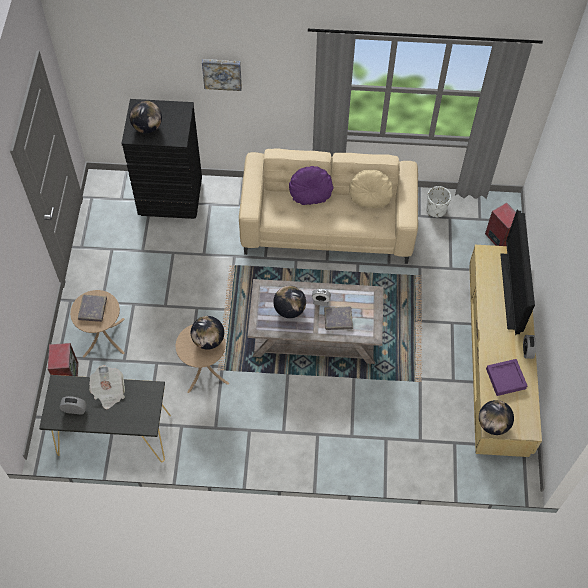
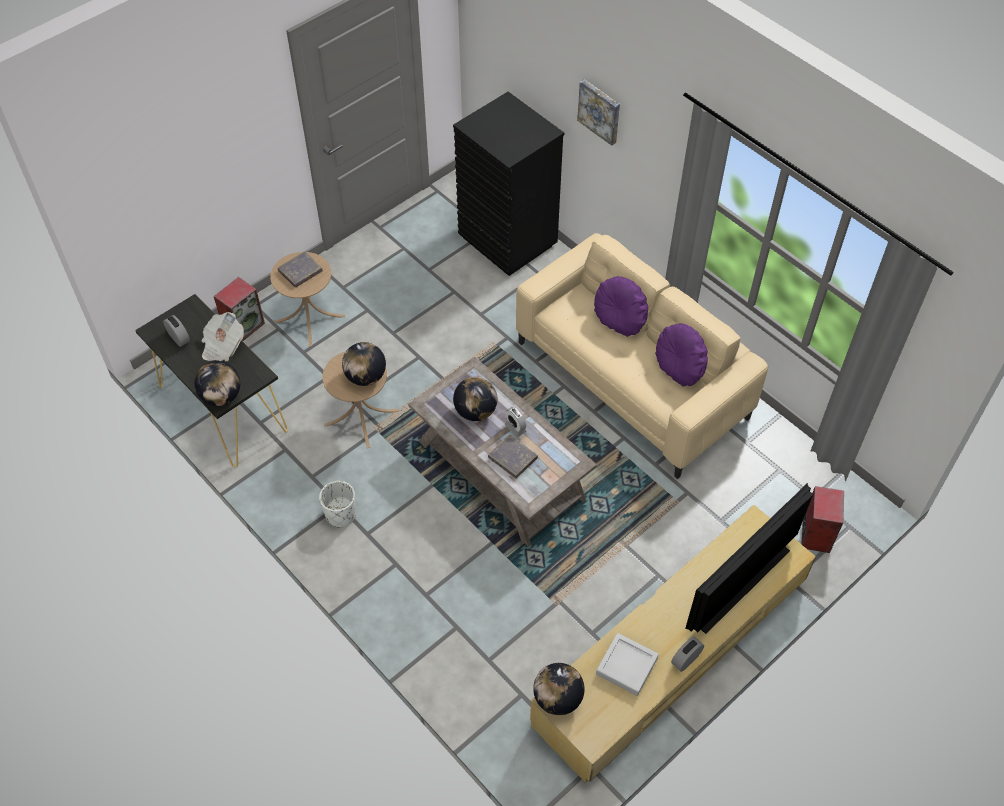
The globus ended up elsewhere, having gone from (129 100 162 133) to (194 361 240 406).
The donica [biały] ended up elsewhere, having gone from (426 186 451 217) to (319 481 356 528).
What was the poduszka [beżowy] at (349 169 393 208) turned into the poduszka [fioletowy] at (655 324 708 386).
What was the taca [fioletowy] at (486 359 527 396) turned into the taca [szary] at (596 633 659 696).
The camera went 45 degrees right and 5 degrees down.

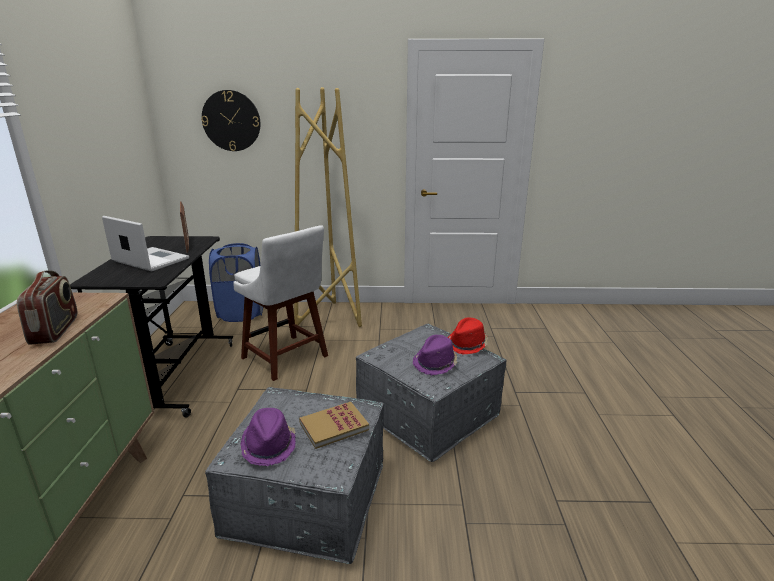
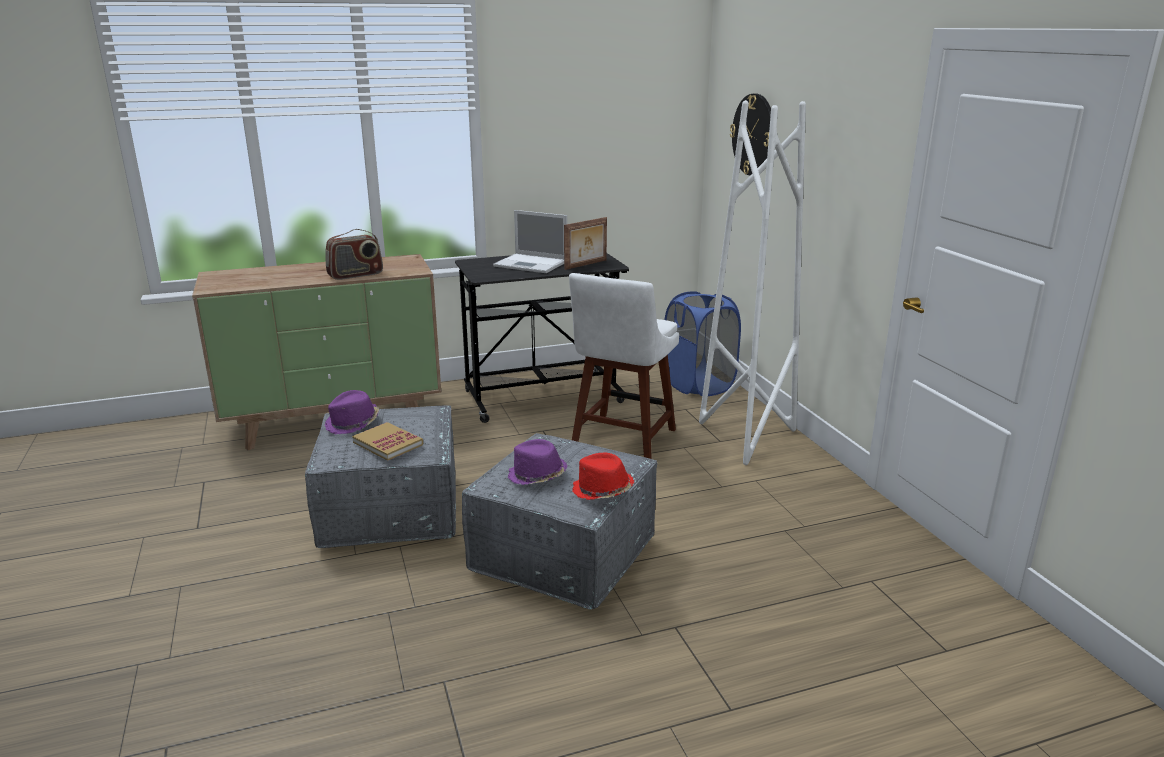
What was the wieszak [żółty] at (294 87 362 327) turned into the wieszak [biały] at (699 100 806 465).
The laptop at (102 216 189 272) ended up facing another way, 105 degrees clockwise from before.
The camera went 70 degrees right and 0 degrees up.

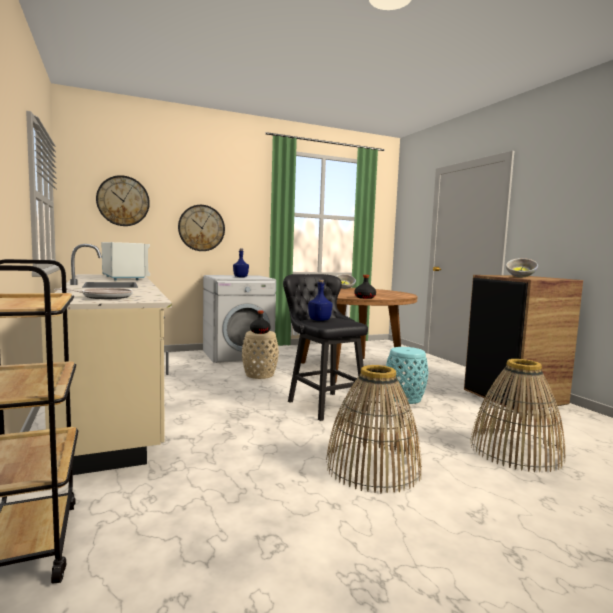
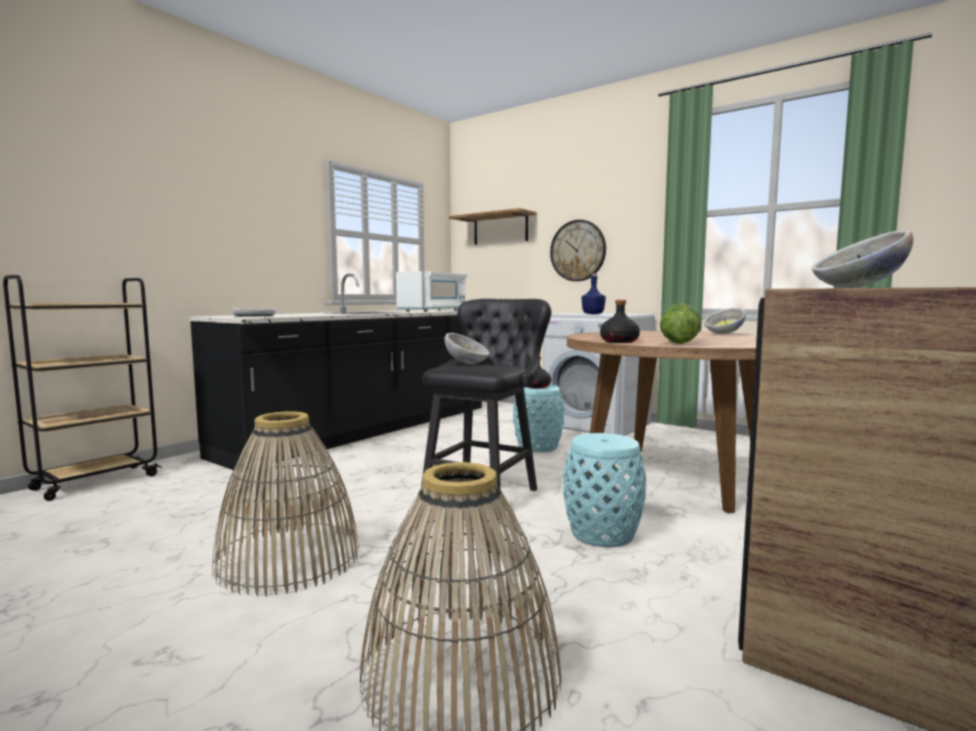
The second view gained the sałata at (660 303 702 344).
Where the zegar ścienny hung at (96 175 150 226), the półka came to hang at (449 208 537 245).
Where the butelka [niebieski] stood at (308 279 333 321), the miska came to stand at (445 333 490 364).
What was the zabudowa kuchenna [beżowy] at (41 244 172 475) turned into the zabudowa kuchenna [czarny] at (188 273 482 471).
What was the stołek [beżowy] at (242 331 279 379) turned into the stołek [turkusowy] at (513 385 564 452).
The camera went 60 degrees right and 0 degrees up.

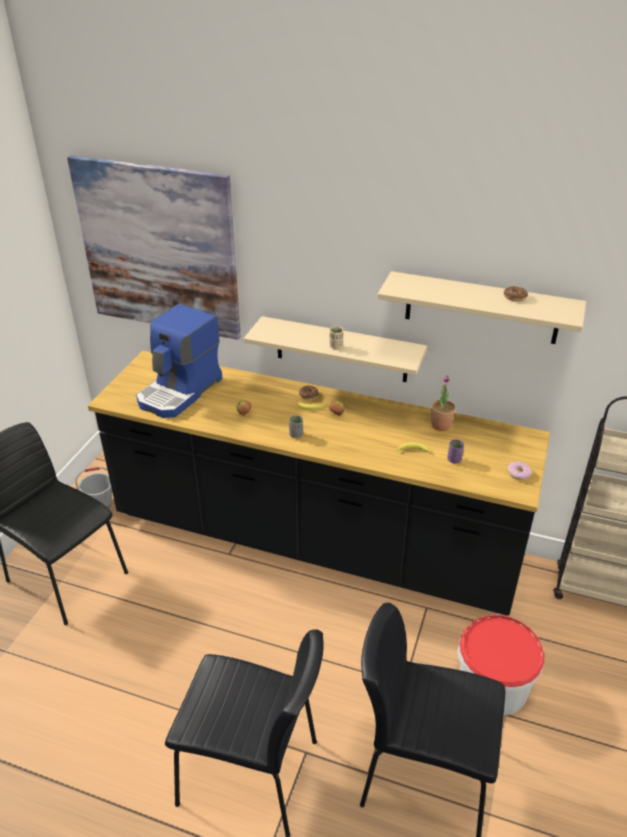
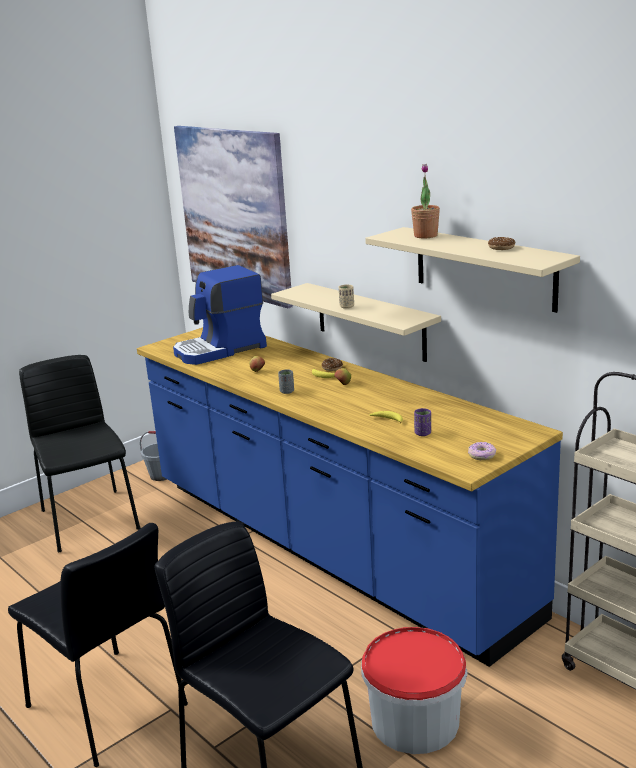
The roślina doniczkowa ended up elsewhere, having gone from (431 375 455 431) to (411 164 440 238).
What was the zabudowa kuchenna [czarny] at (88 351 550 616) turned into the zabudowa kuchenna [niebieski] at (137 327 563 667).
The camera went 30 degrees right and 15 degrees down.

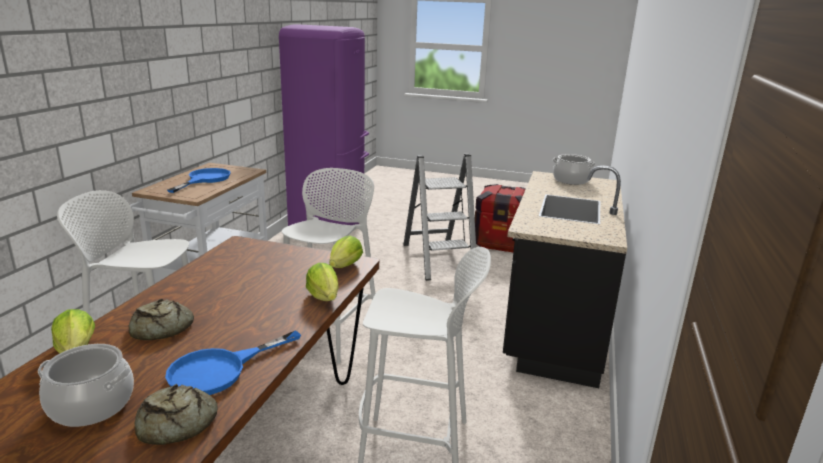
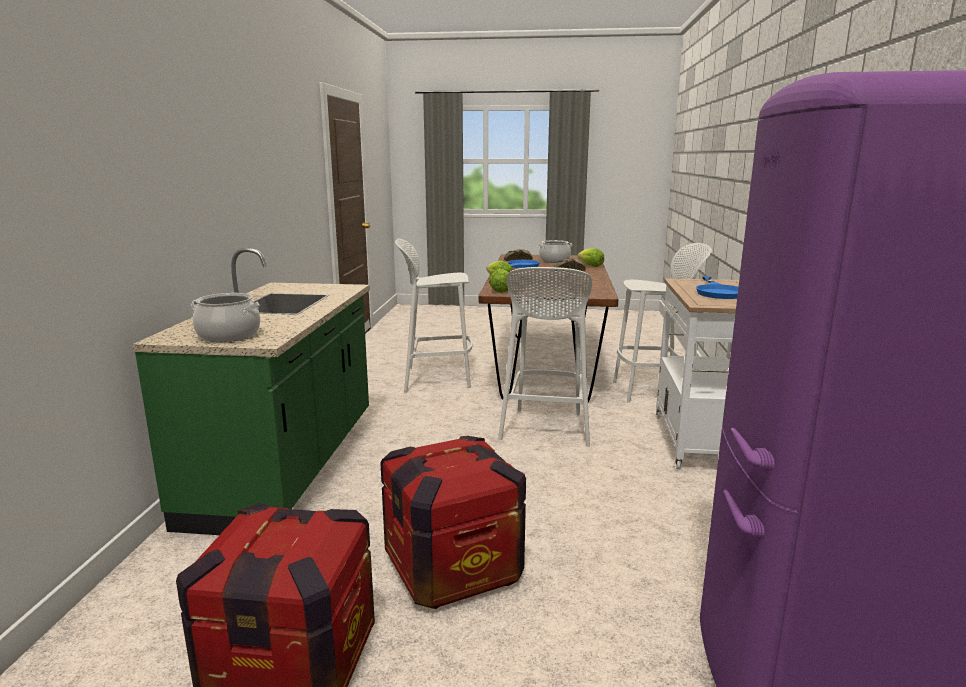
Where the drabinka [szary] stood at (403 154 476 281), the skrzynka came to stand at (381 436 526 609).
What was the zabudowa kuchenna [czarny] at (503 166 627 388) turned into the zabudowa kuchenna [zielony] at (132 248 370 535).
The camera went 170 degrees right and 5 degrees down.

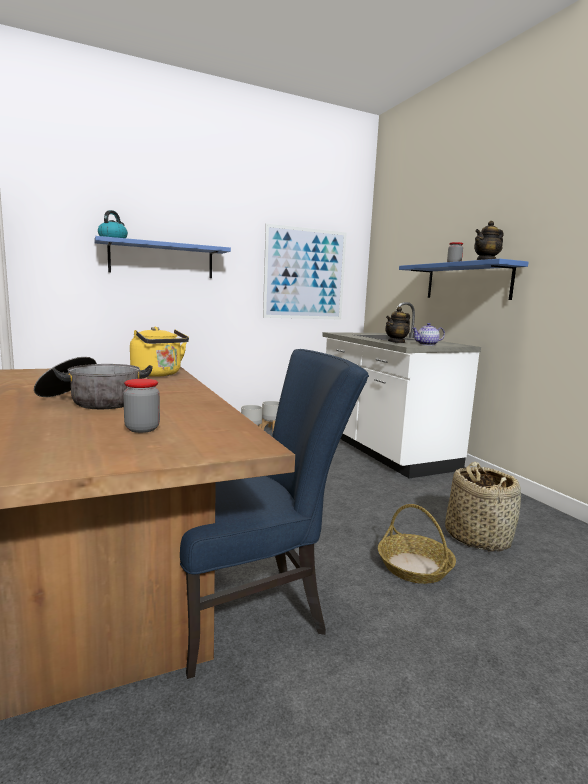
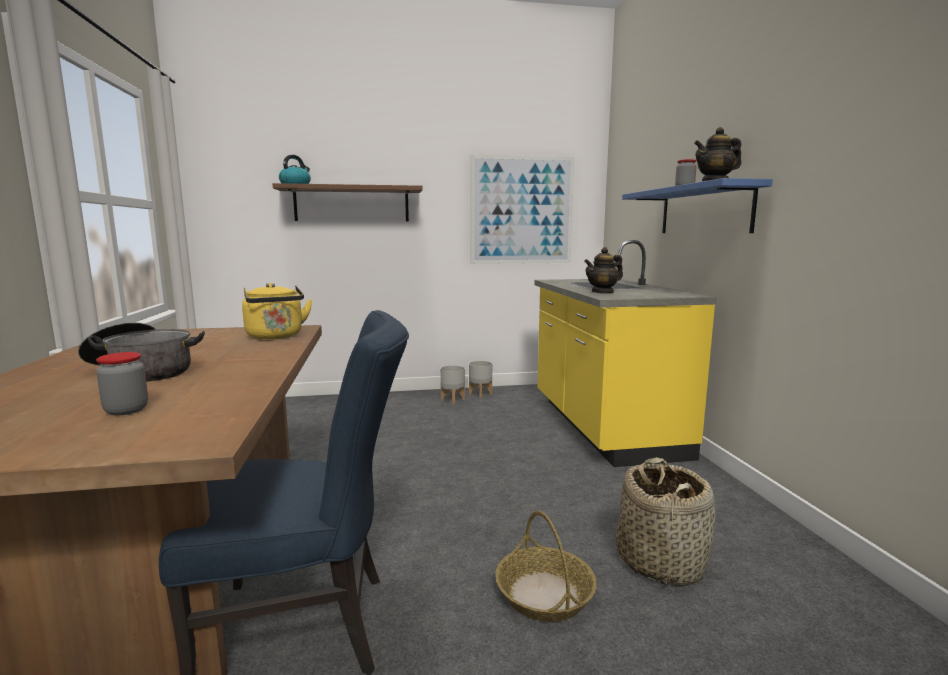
The second view lost the imbryk at (412 323 445 346).
What was the półka [niebieski] at (94 236 231 278) turned into the półka [brązowy] at (272 183 422 221).
What was the zabudowa kuchenna [biały] at (322 302 481 478) turned into the zabudowa kuchenna [żółty] at (534 240 717 467).
The camera went 15 degrees right and 0 degrees up.

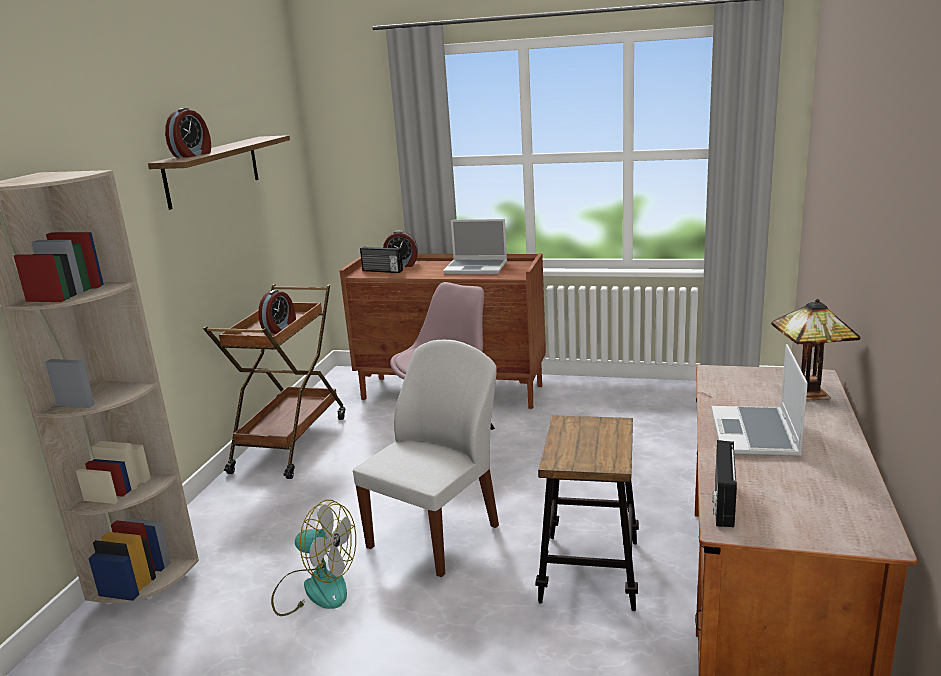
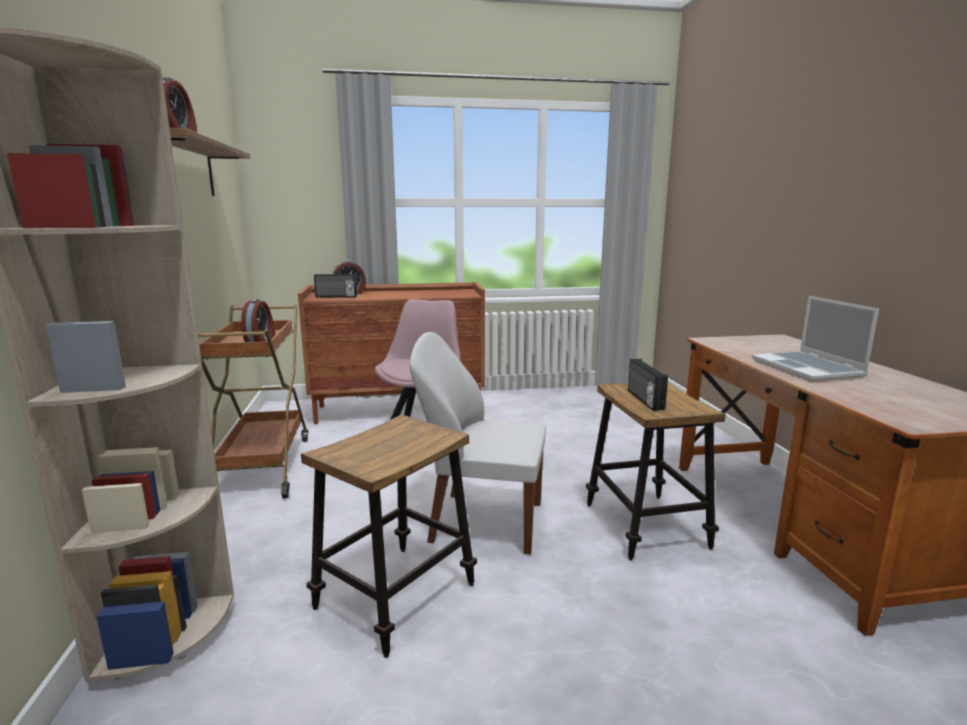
The second view lost the laptop at (443 219 507 274).
The second view lost the lampa stołowa at (771 299 861 400).
The radio ended up elsewhere, having gone from (712 440 737 528) to (628 359 668 411).
Where the wentylator stood at (271 500 356 616), the stołek came to stand at (301 414 477 658).
The krzesło [biały] at (353 340 499 577) ended up facing another way, 90 degrees counterclockwise from before.
The camera went 25 degrees left and 5 degrees down.

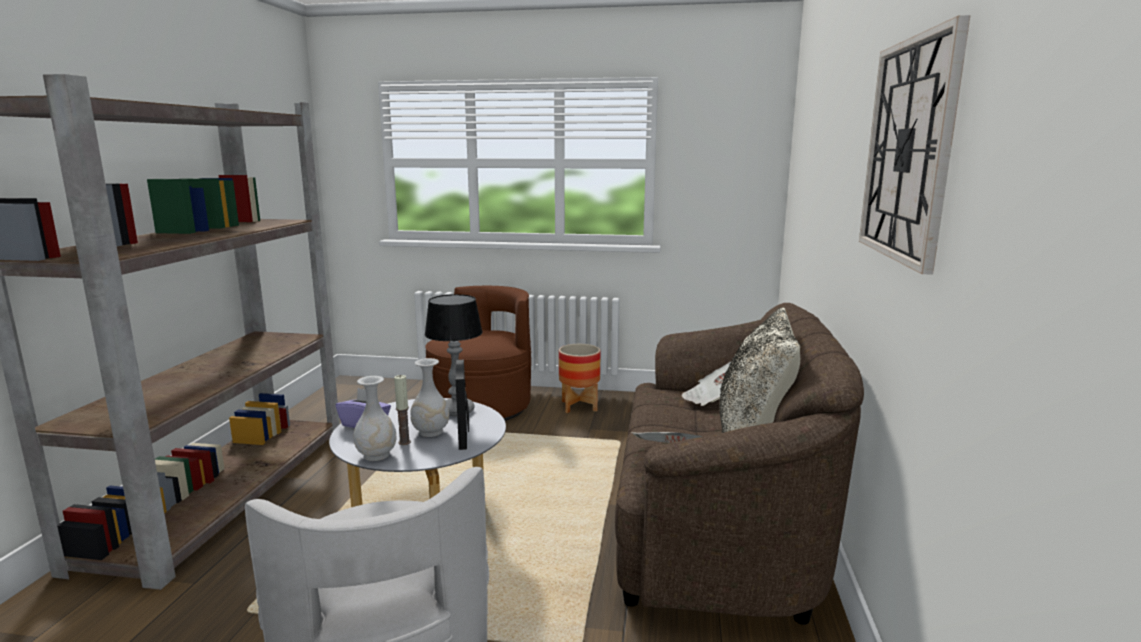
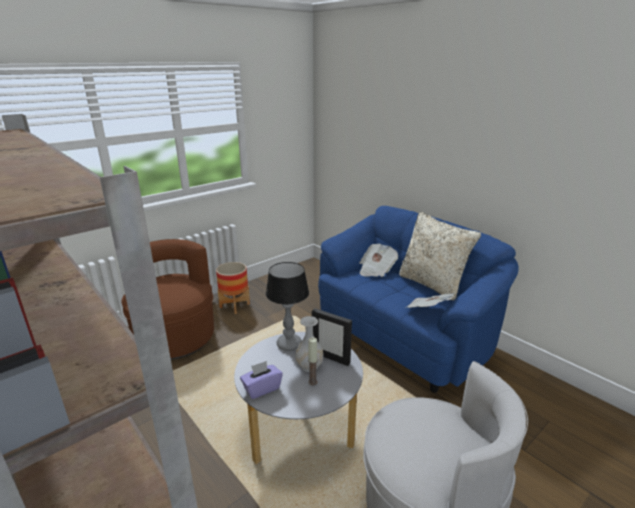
The second view lost the wazon [biały] at (354 376 397 461).
The second view lost the zegar ścienny at (859 15 971 275).
What was the kanapa [brązowy] at (615 303 864 625) turned into the kanapa [niebieski] at (318 206 519 393).
The camera went 50 degrees left and 10 degrees up.

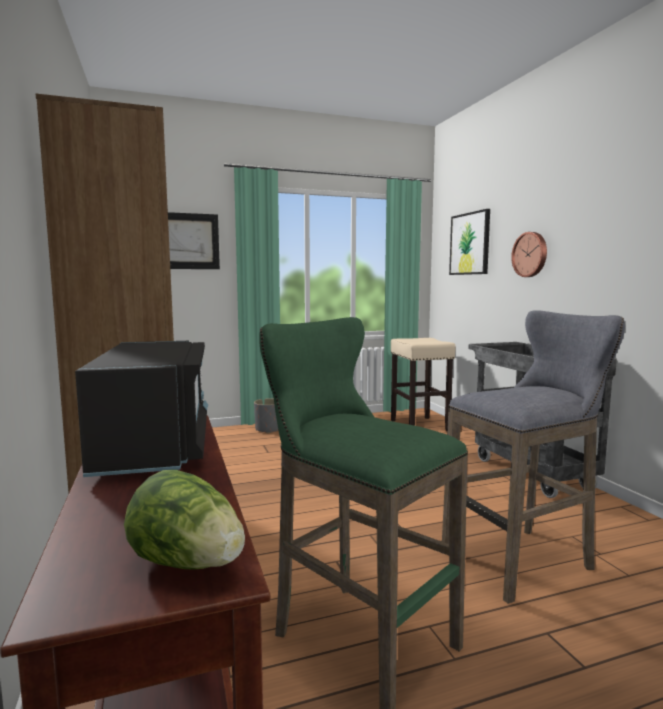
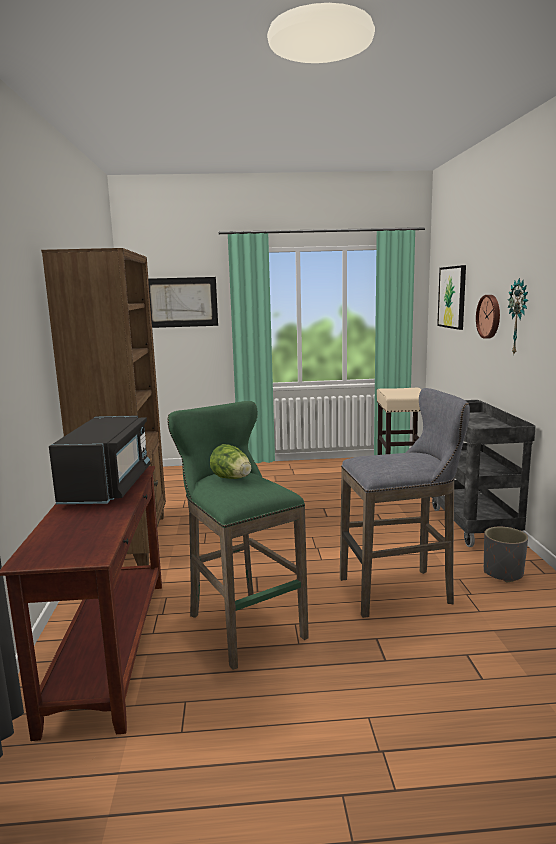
The second view gained the zegar ścienny at (508 278 529 354).
The sałata ended up elsewhere, having gone from (124 470 245 569) to (210 444 251 479).
The donica [szary] ended up elsewhere, having gone from (254 398 279 434) to (484 527 528 583).
The camera went 15 degrees right and 5 degrees up.

